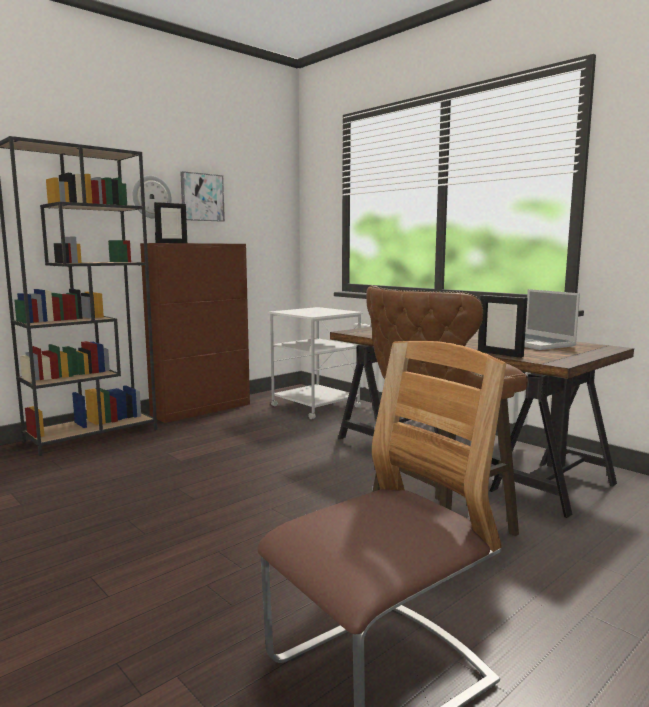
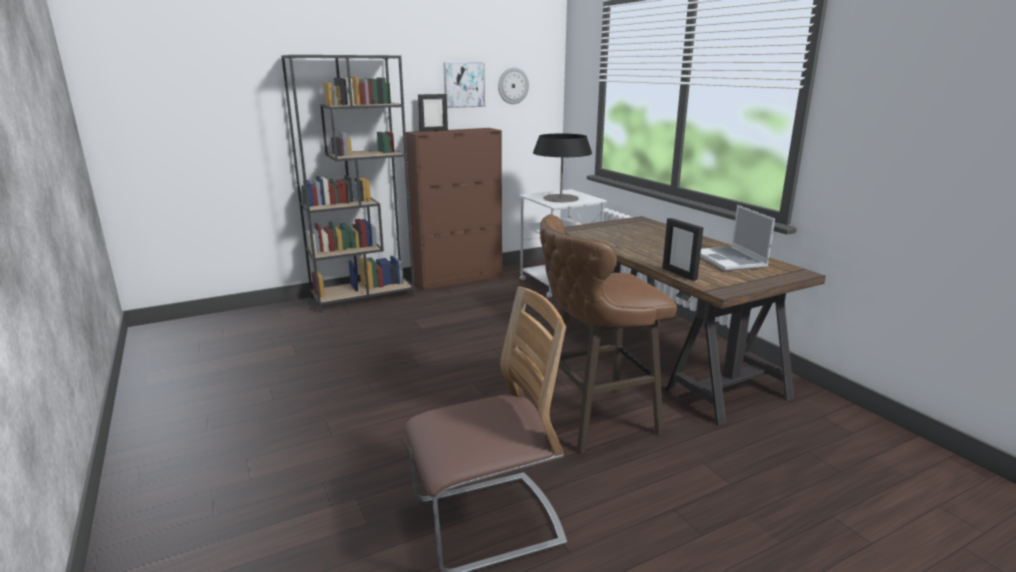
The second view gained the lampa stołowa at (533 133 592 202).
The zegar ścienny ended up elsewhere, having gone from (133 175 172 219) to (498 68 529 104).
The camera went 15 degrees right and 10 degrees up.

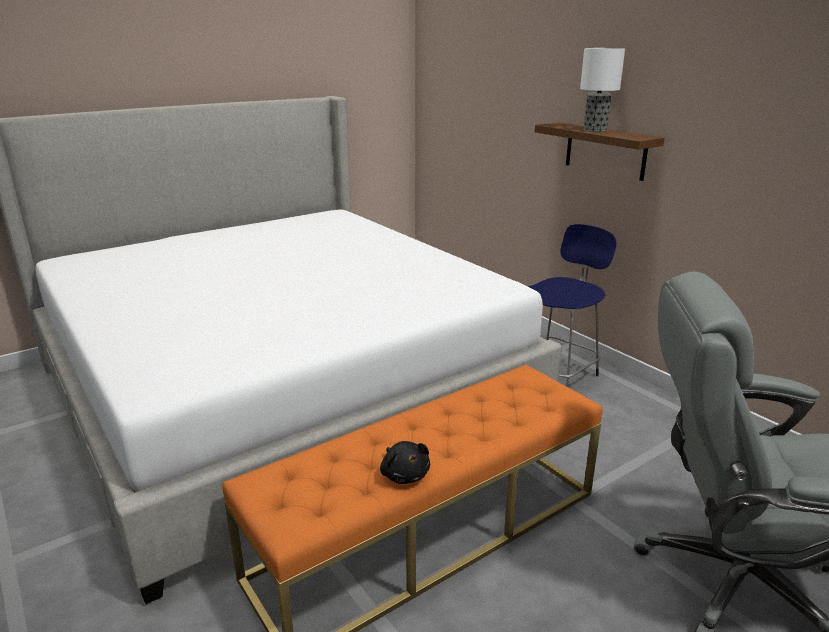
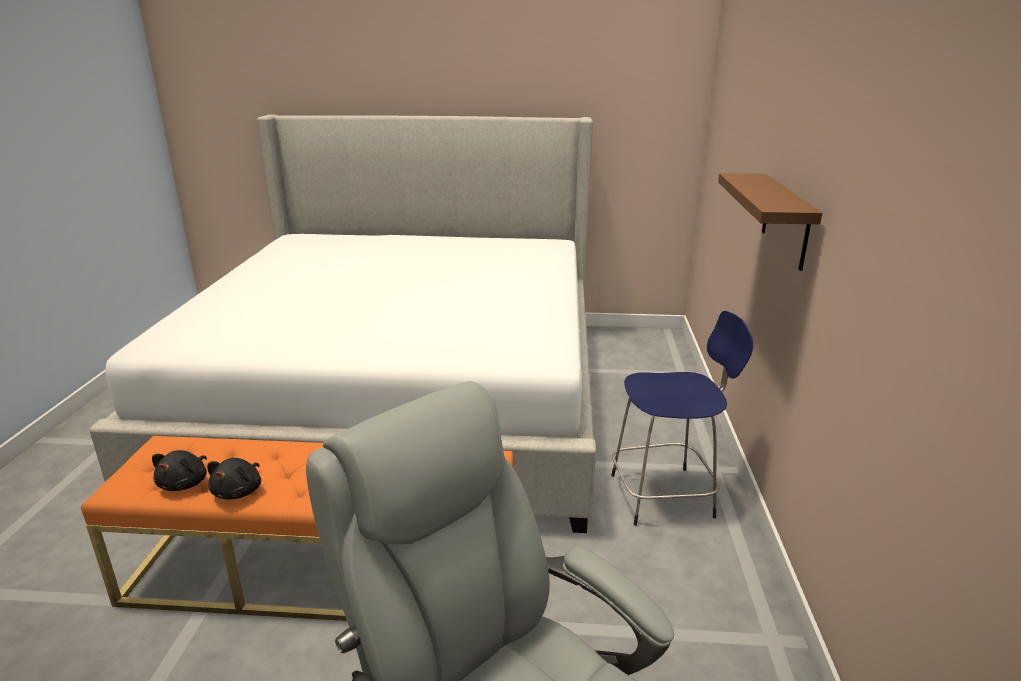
The second view lost the lampa stołowa at (580 48 625 132).
The second view gained the pluszak [czarny] at (152 450 207 491).
The camera went 40 degrees right and 0 degrees up.

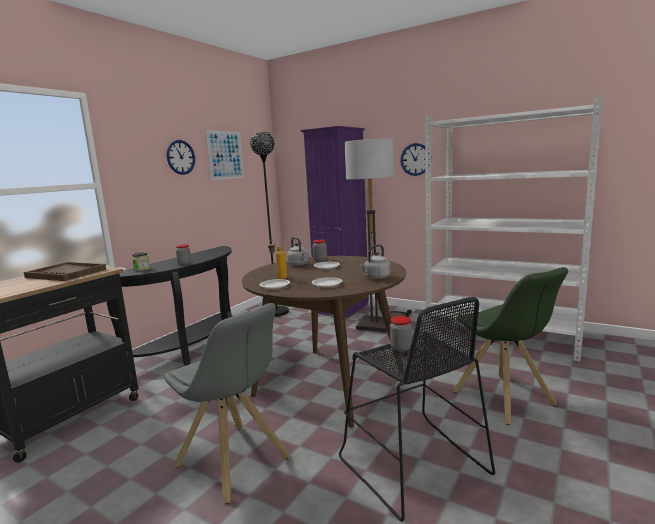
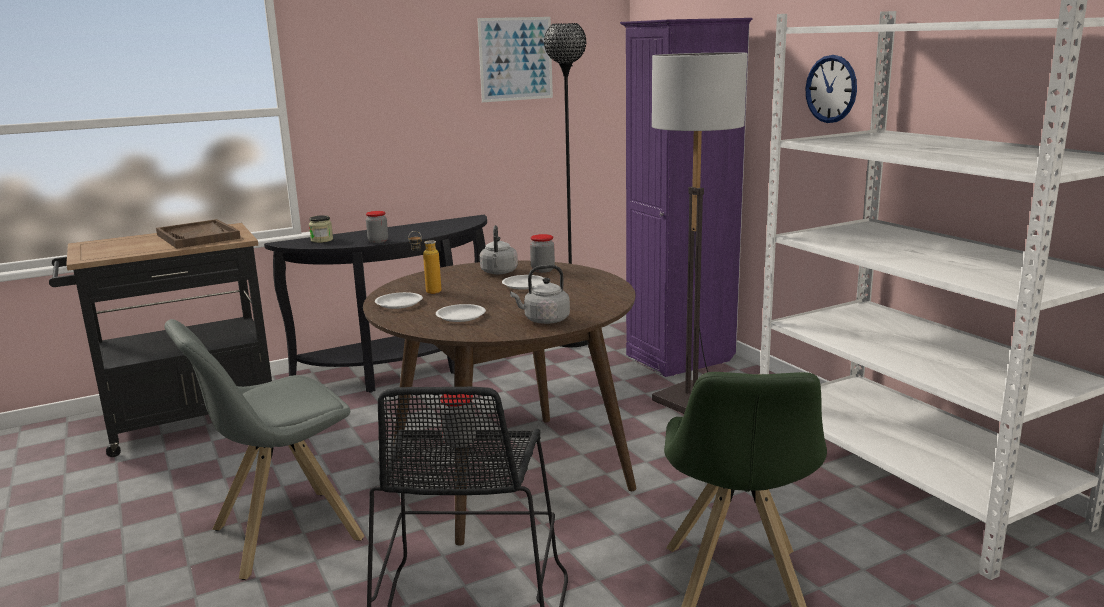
The second view lost the zegar ścienny at (167 140 195 175).
The krzesło [szary] at (164 303 290 504) ended up facing another way, 75 degrees clockwise from before.
The camera went 30 degrees right and 5 degrees up.

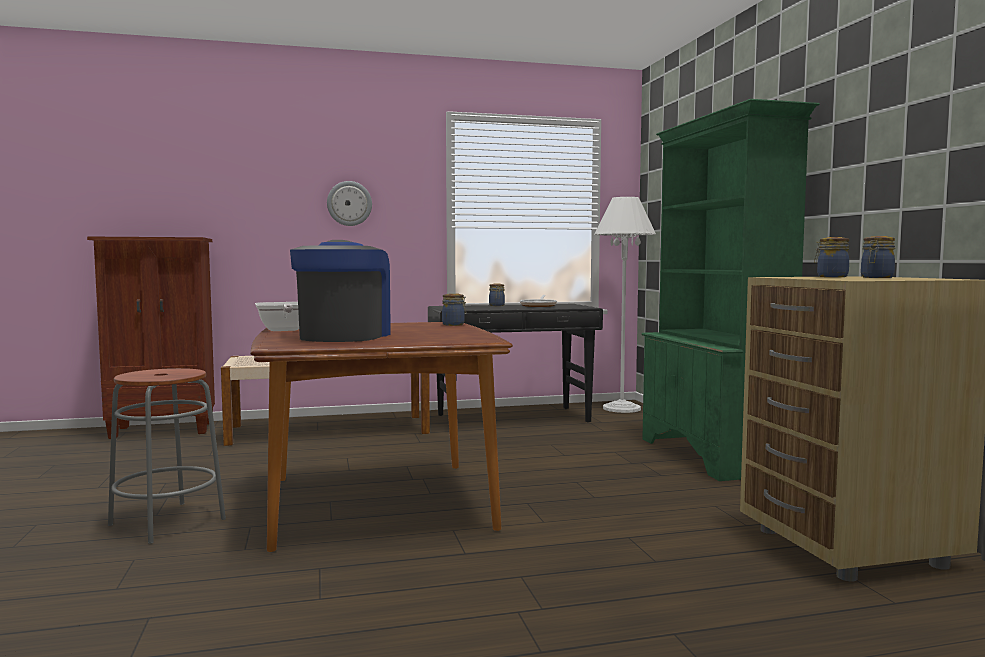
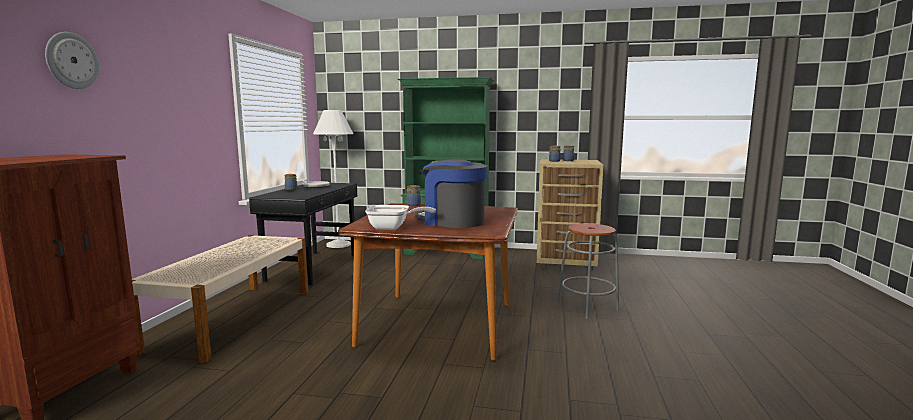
The stołek [szary] ended up elsewhere, having gone from (108 368 226 544) to (557 223 619 319).
The zegar ścienny ended up elsewhere, having gone from (327 181 372 226) to (45 32 99 89).
The camera went 65 degrees left and 5 degrees up.

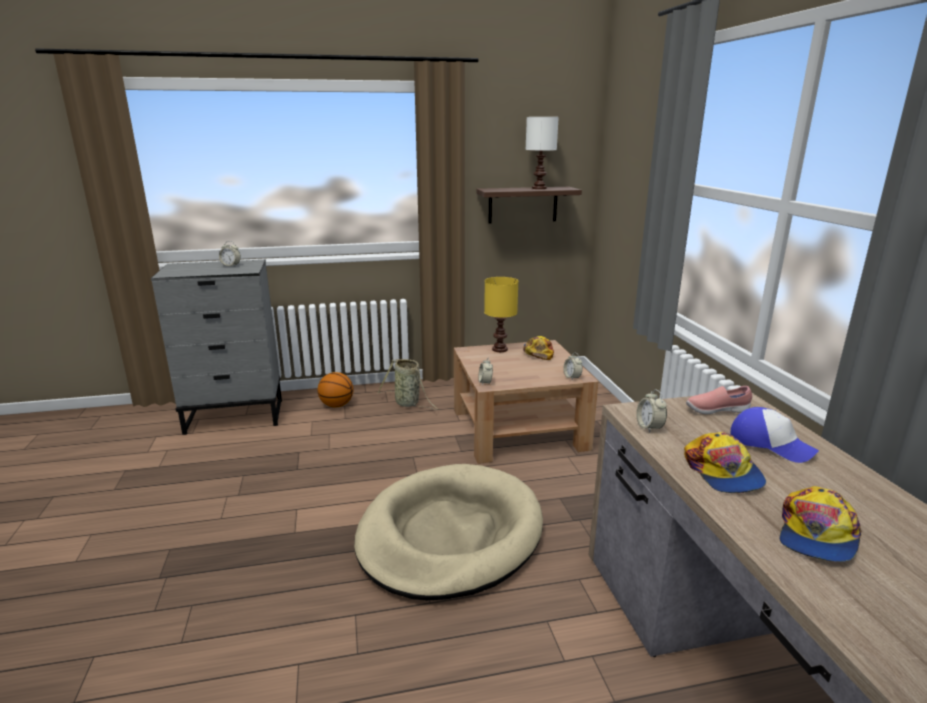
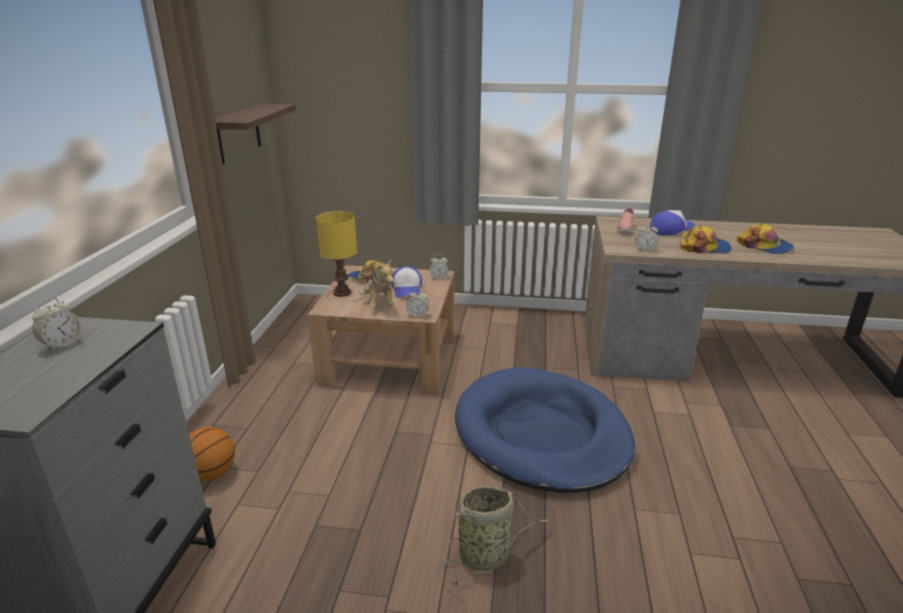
The second view lost the lampa stołowa [biały] at (525 117 559 189).
The second view gained the pluszak at (360 260 394 307).
The second view gained the czapka z daszkiem at (391 266 422 298).
The koszyk ended up elsewhere, having gone from (377 359 439 410) to (436 485 549 588).
What was the legowisko [beżowy] at (354 464 543 600) turned into the legowisko [niebieski] at (455 367 635 493).
The camera went 70 degrees left and 5 degrees up.

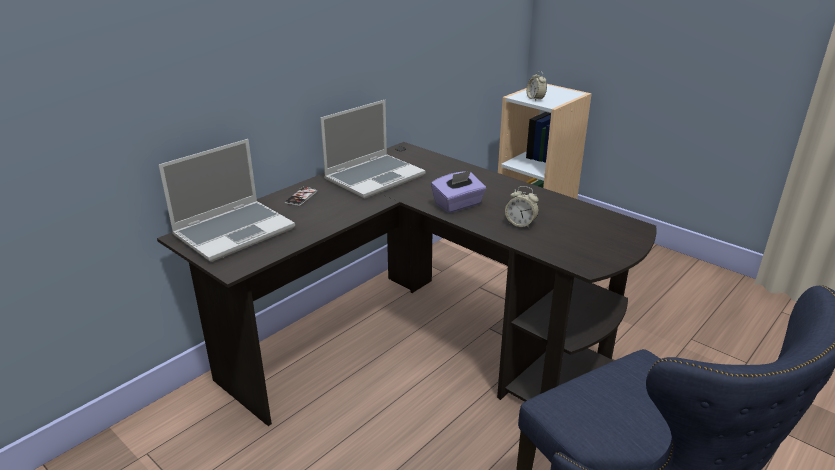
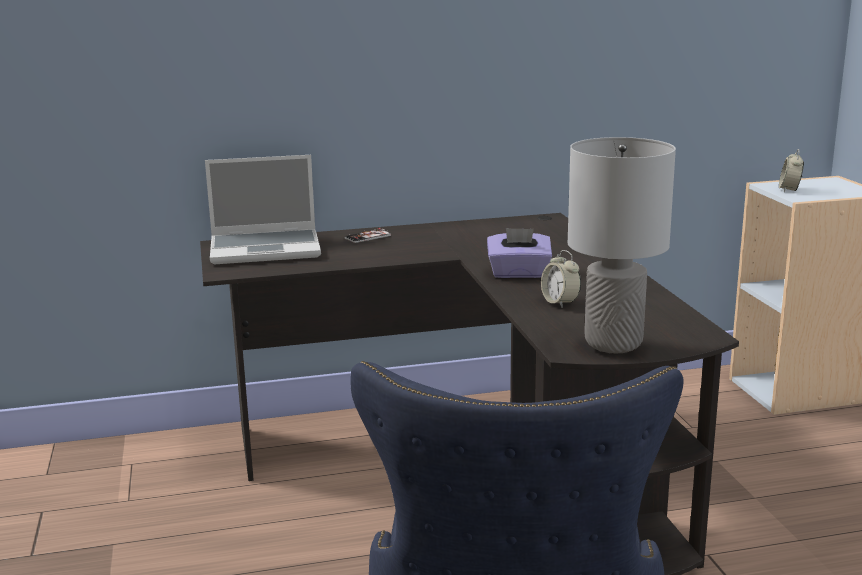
The second view lost the laptop at (320 100 426 198).
The second view gained the lampa stołowa [szary] at (568 137 676 354).
The camera went 35 degrees right and 10 degrees down.

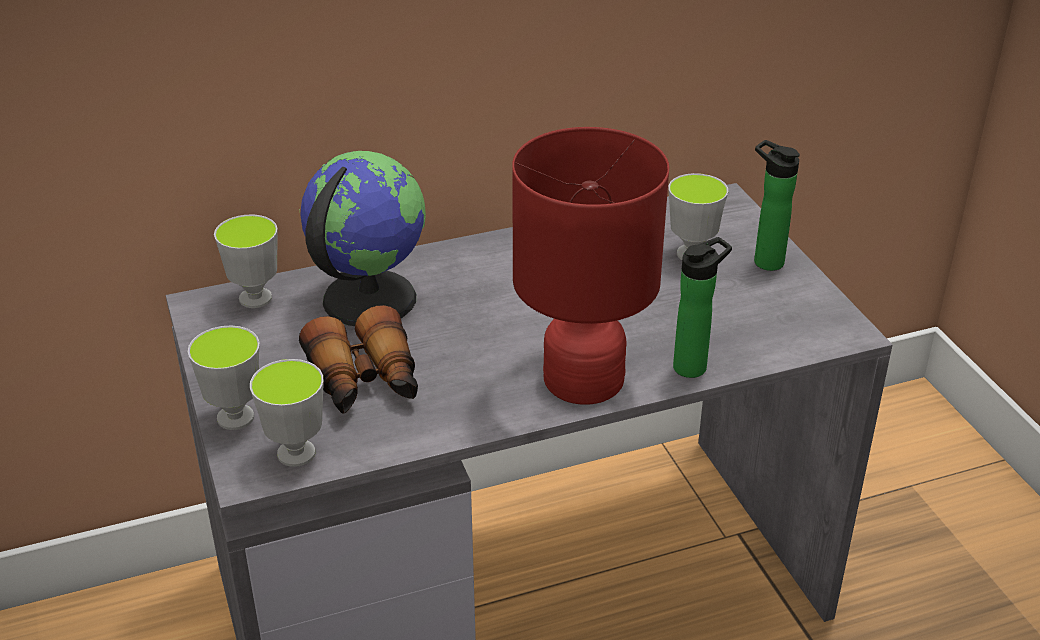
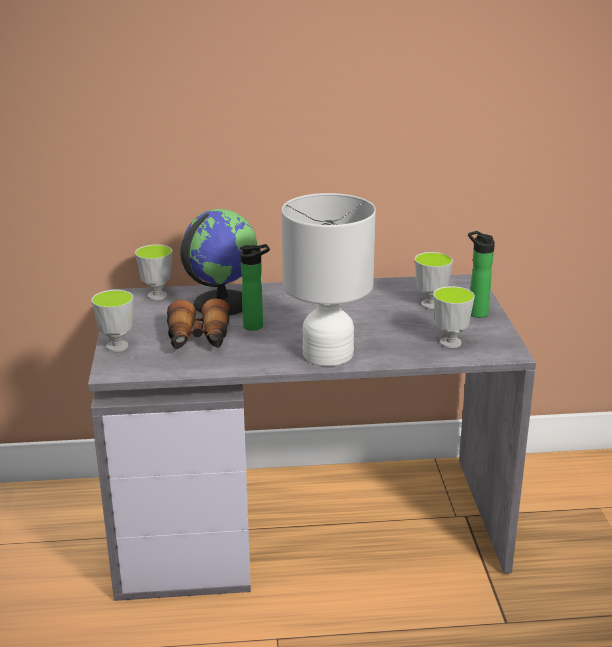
The filiżanka ended up elsewhere, having gone from (250 359 324 467) to (433 286 475 348).
The butelka ended up elsewhere, having gone from (673 237 732 378) to (240 244 270 331).
What was the lampa stołowa [czerwony] at (512 127 669 405) turned into the lampa stołowa [szary] at (282 193 376 366).
The camera went 15 degrees right and 10 degrees down.

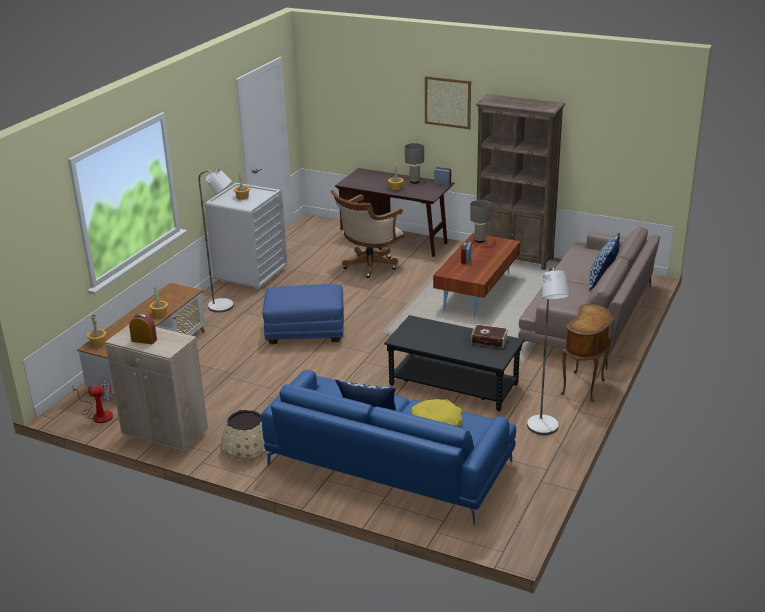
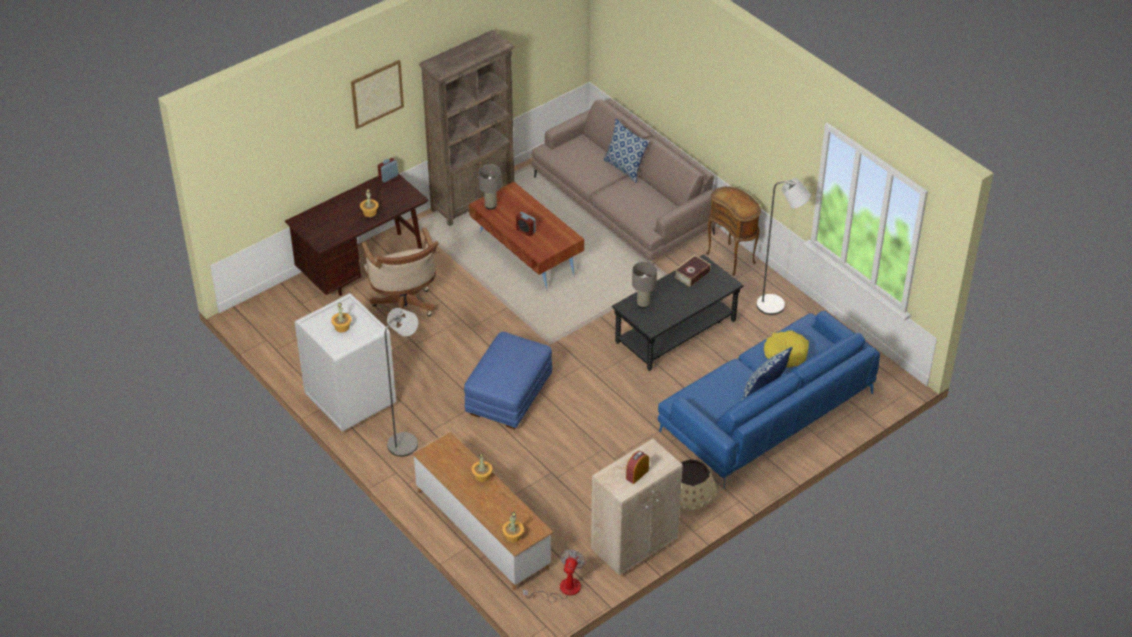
The lampa stołowa [szary] ended up elsewhere, having gone from (405 143 424 184) to (632 261 657 308).
The camera went 65 degrees left and 15 degrees up.

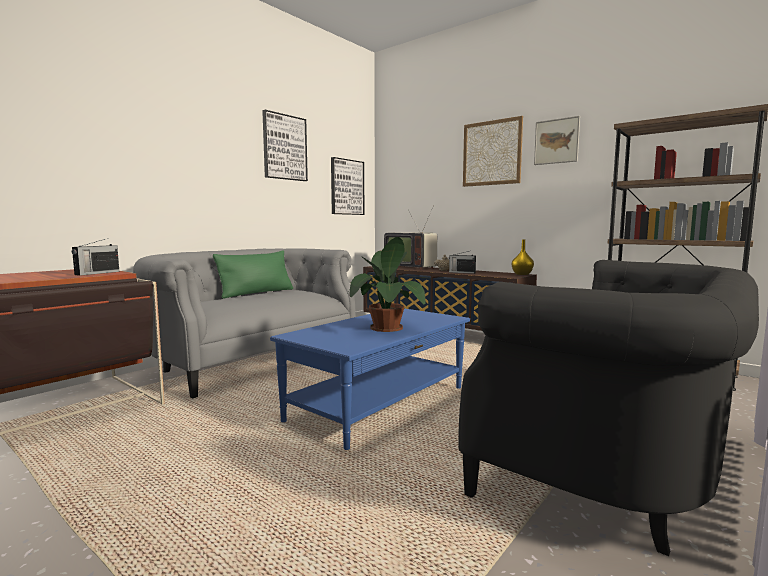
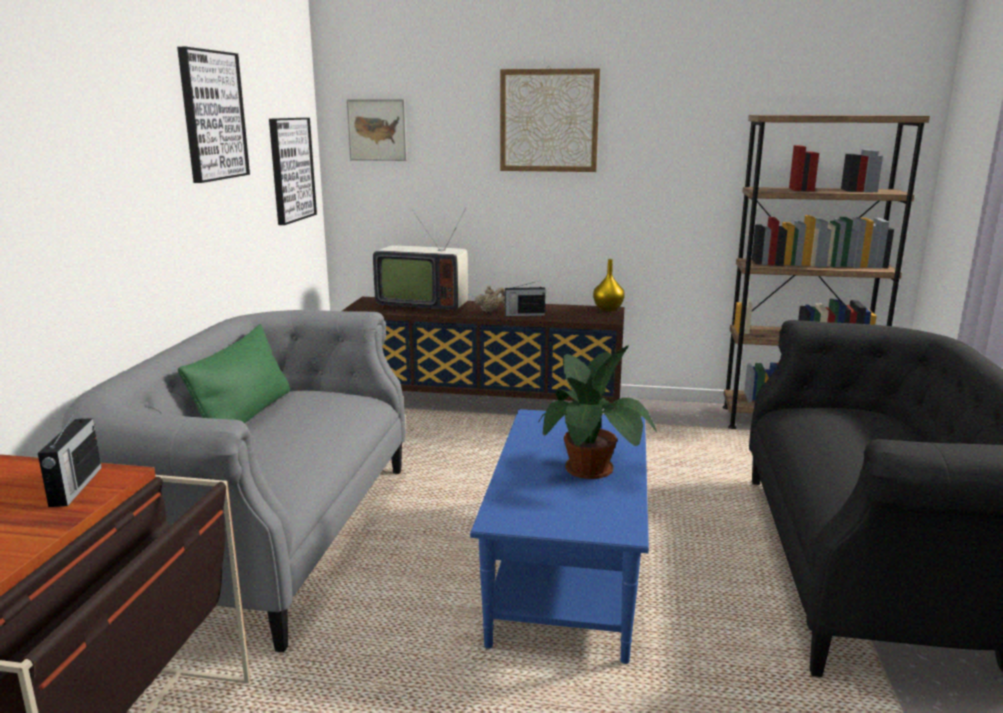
The obraz ended up elsewhere, having gone from (534 116 580 165) to (347 99 407 161).
The camera went 30 degrees left and 10 degrees up.

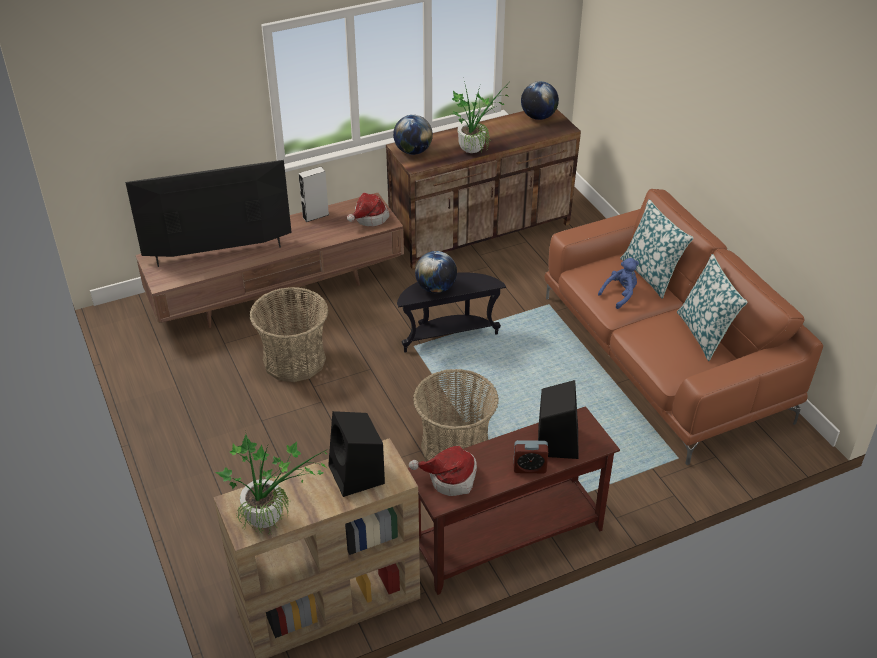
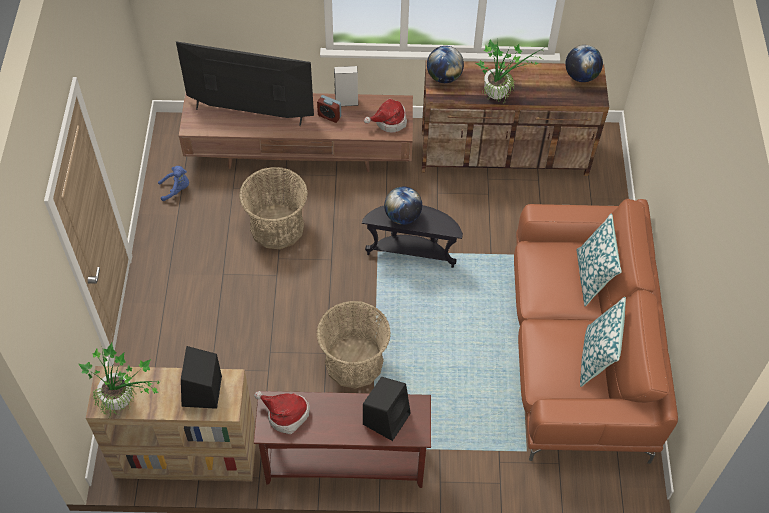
The budzik ended up elsewhere, having gone from (513 440 548 473) to (317 95 341 123).
The pluszak [niebieski] ended up elsewhere, having gone from (598 258 639 309) to (158 166 189 201).
The camera went 25 degrees right and 15 degrees up.

